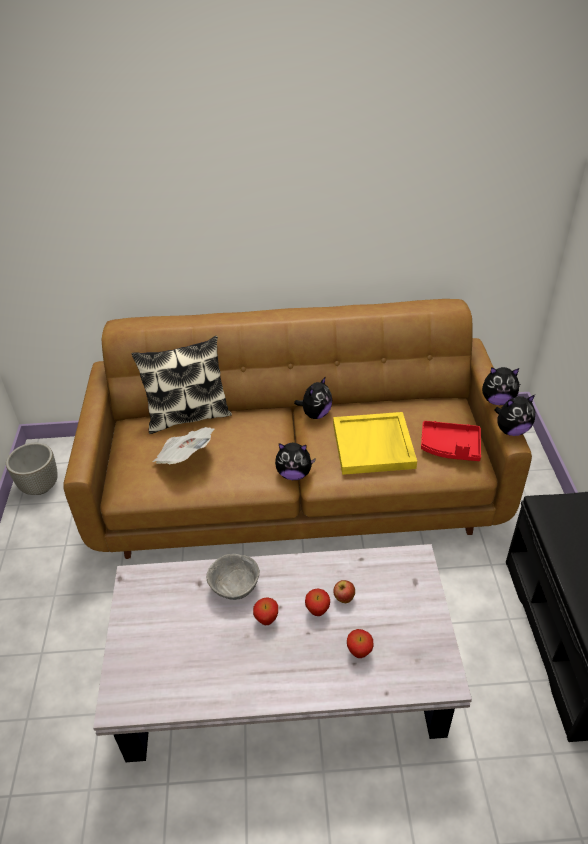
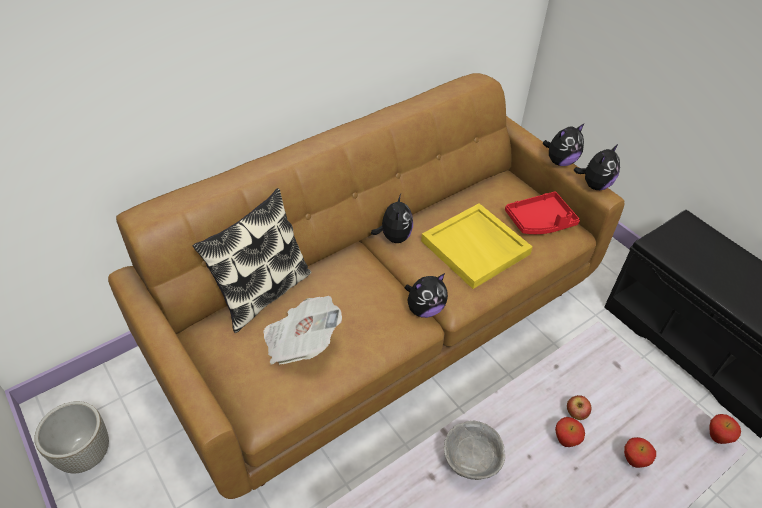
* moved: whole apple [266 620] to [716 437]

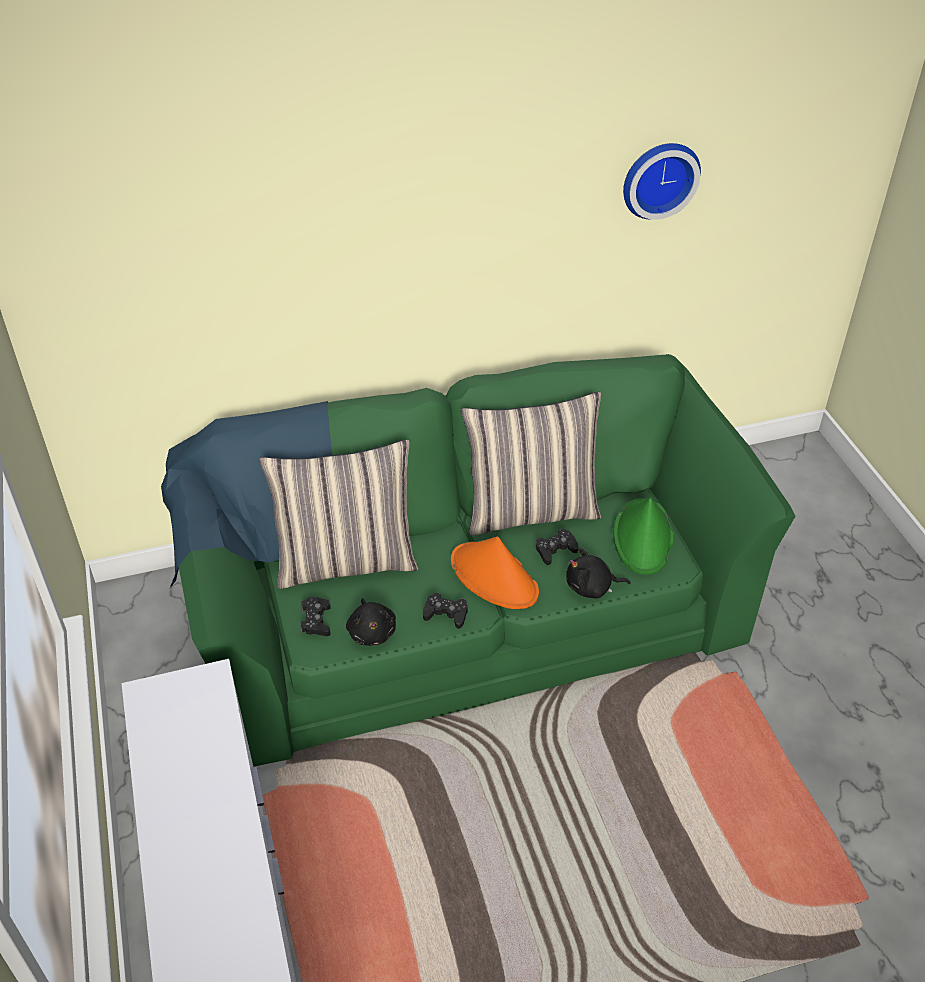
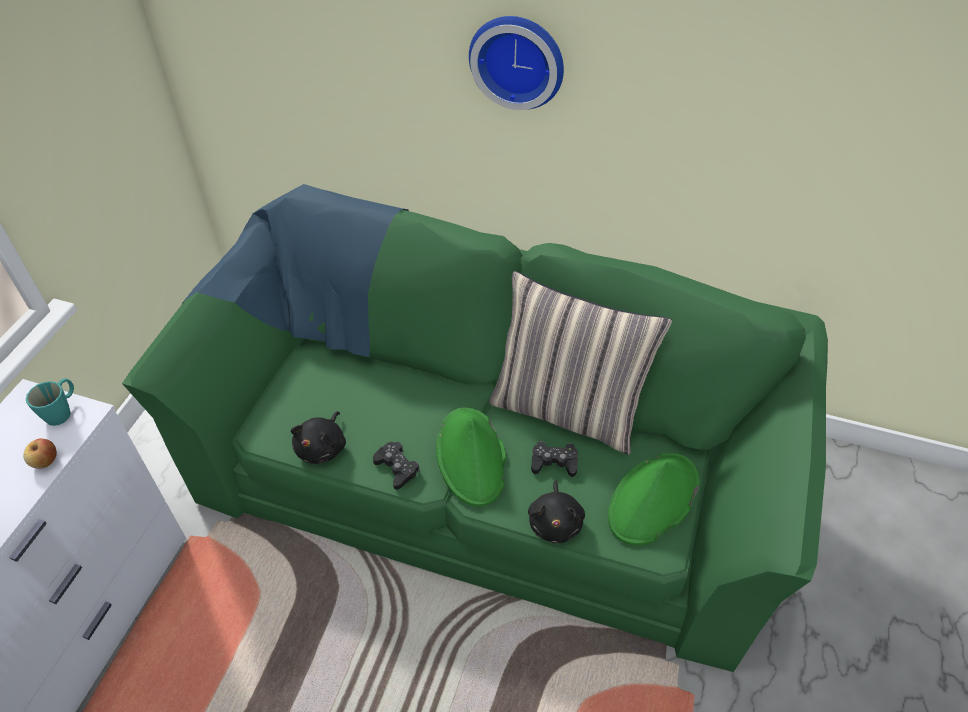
* removed: throw pillow [347 561]
* removed: black-coloured joypad [316 621]
* added: whole apple [45 461]
* added: turquoise-coloured tea mug [62 411]
* moved: hanging clock [658 178] to [518 60]
* recoloured: orangey wearable hat [494 577] to greenish wearable hat [471 457]
* turned: black-coloured plush toy [592 587] = [555 522] 120 degrees counterclockwise

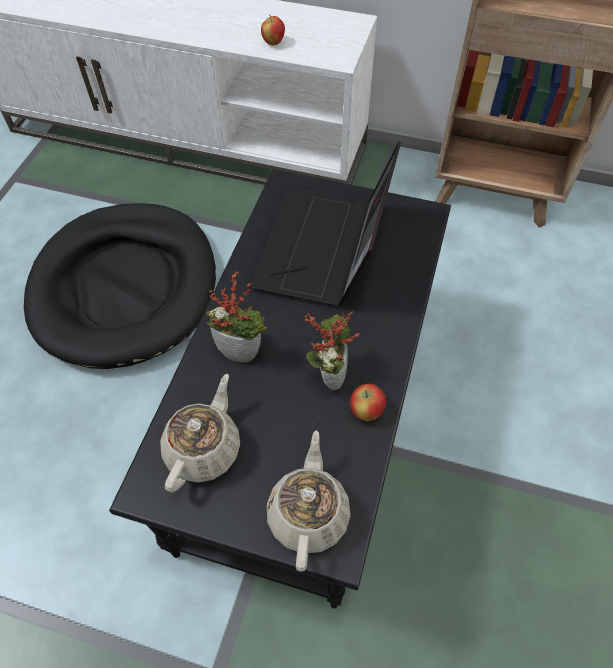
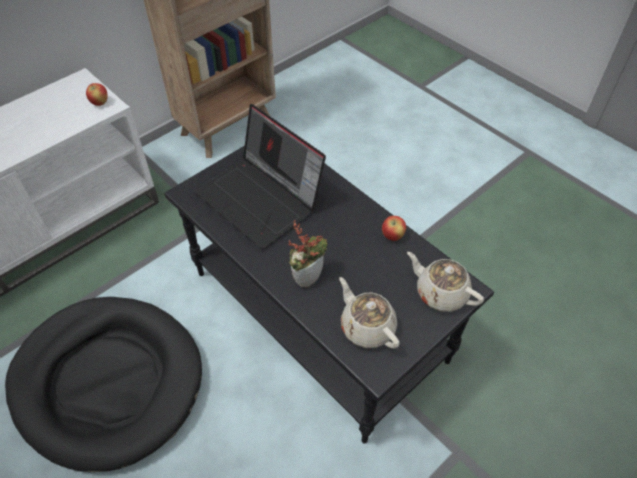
* removed: potted plant [329 373]
* moved: whole apple [273 43] to [100 103]

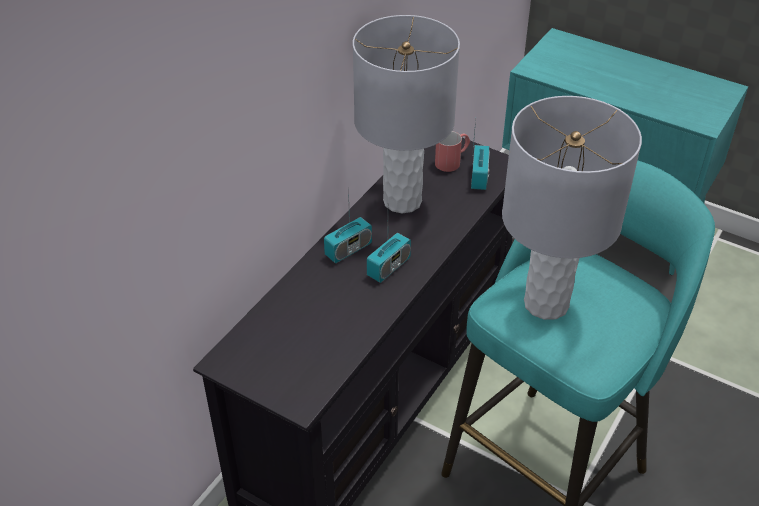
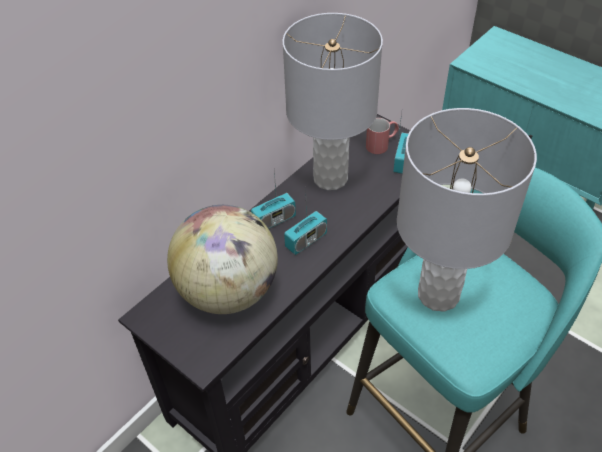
* added: world globe [229 291]

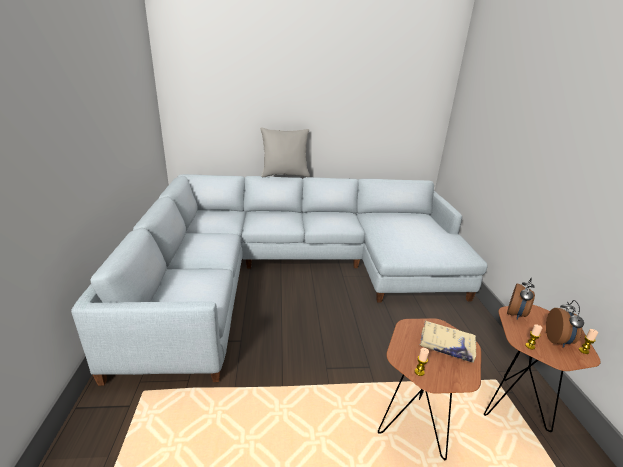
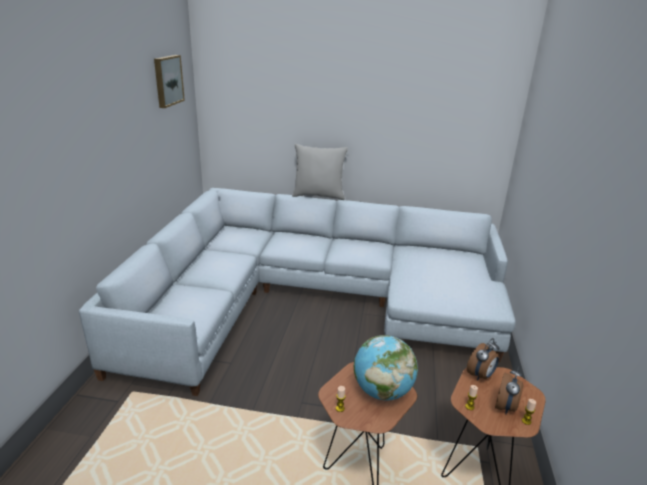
* added: picture [167 80]
* replaced: beige volume [446 346] to world globe [382 391]

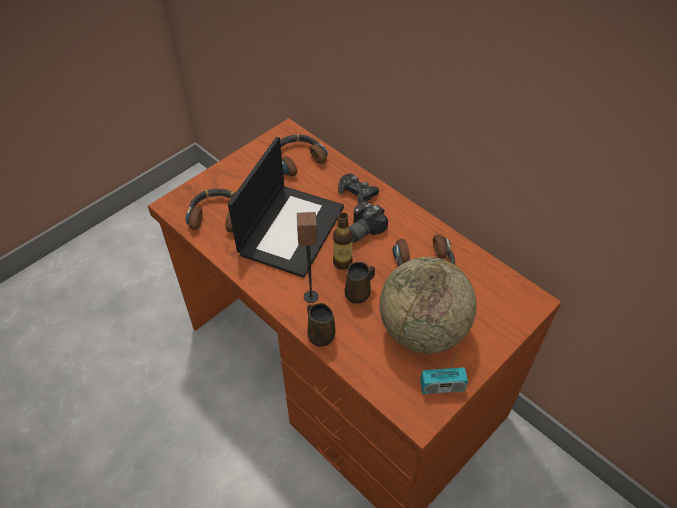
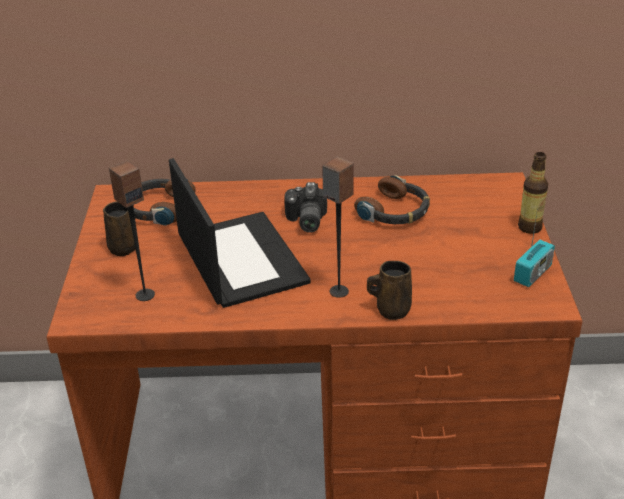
* removed: black-coloured joypad [357 192]
* removed: world globe [422 330]
* moved: beverage bottle [342 262] to [529 227]
* moved: brownish tea mug [358 294] to [124 247]
* replaced: headset [217 215] to speaker [145 295]

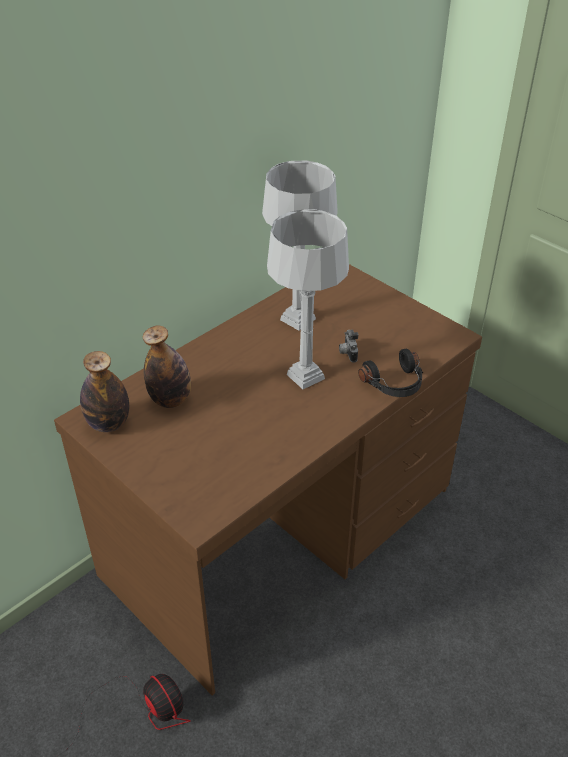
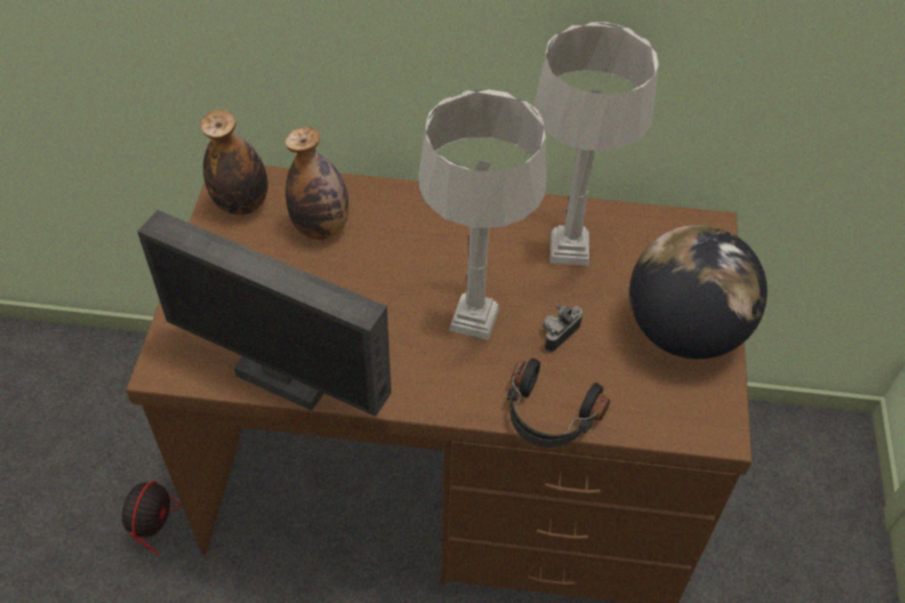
* added: monitor [283 379]
* added: world globe [684 331]

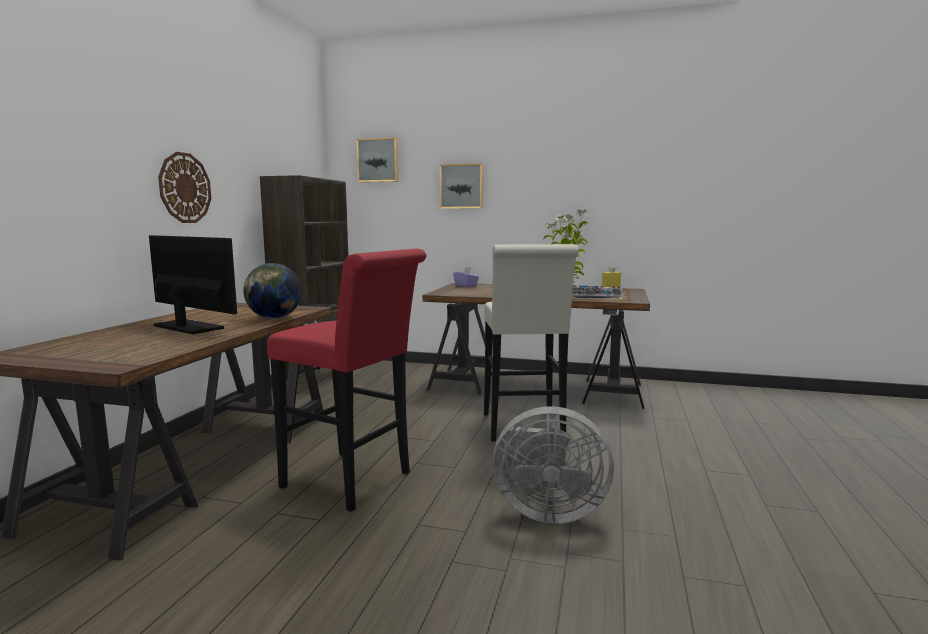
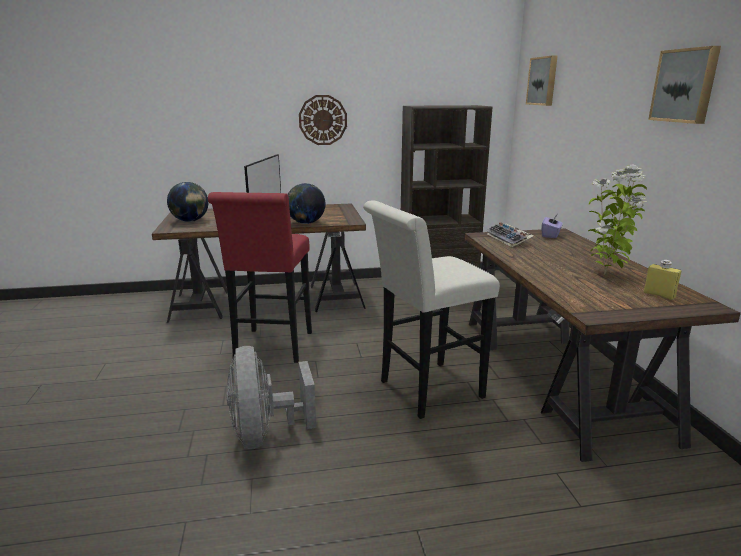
* added: world globe [190 221]
* moved: picture [461 186] to [685 85]
* moved: computer keyboard [596 297] to [509 239]

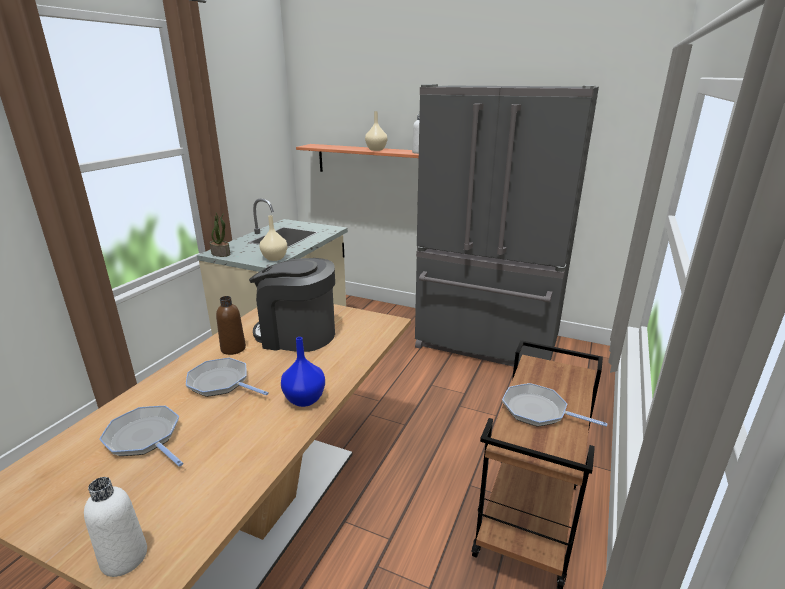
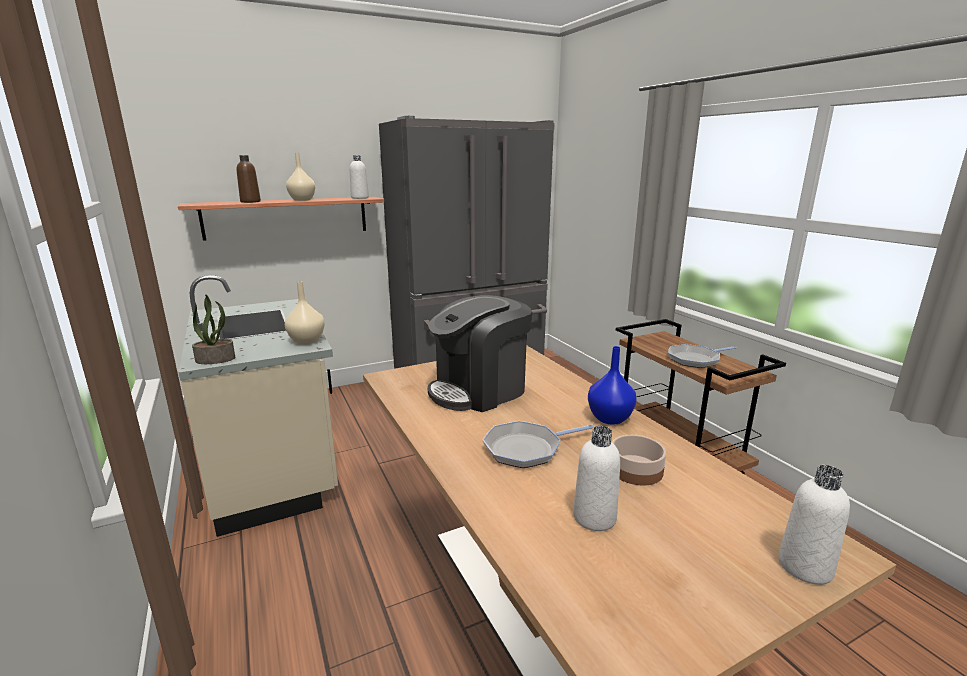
* added: serving bowl [634 469]
* moved: brownish beverage bottle [233 349] to [250 202]
* replaced: skillet [145 438] to white-coloured beverage bottle [594 517]

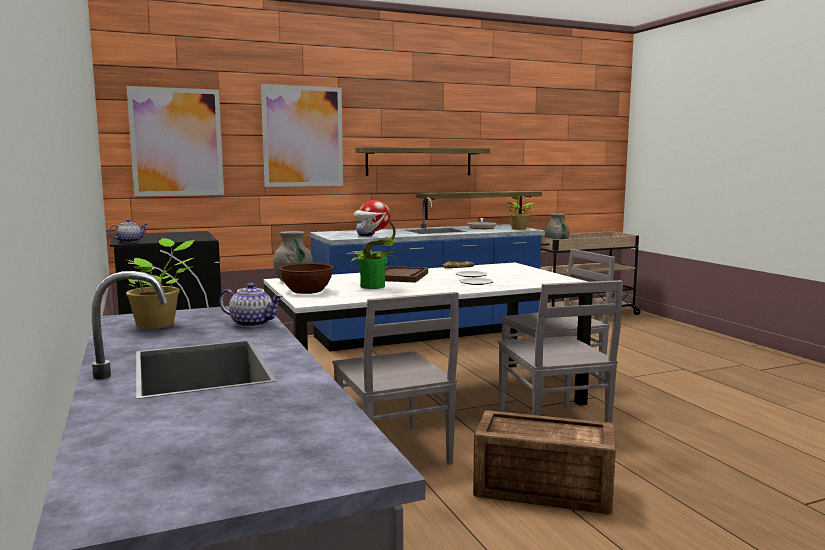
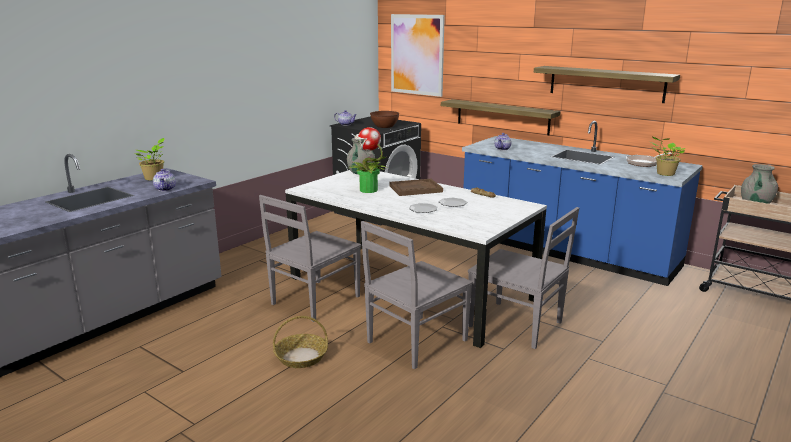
* removed: picture [303 136]
* moved: brownish serving bowl [307 291] to [384 126]
* moved: wall shelf [474 204] to [502 116]
* replaced: crate [541 488] to basket [301 357]

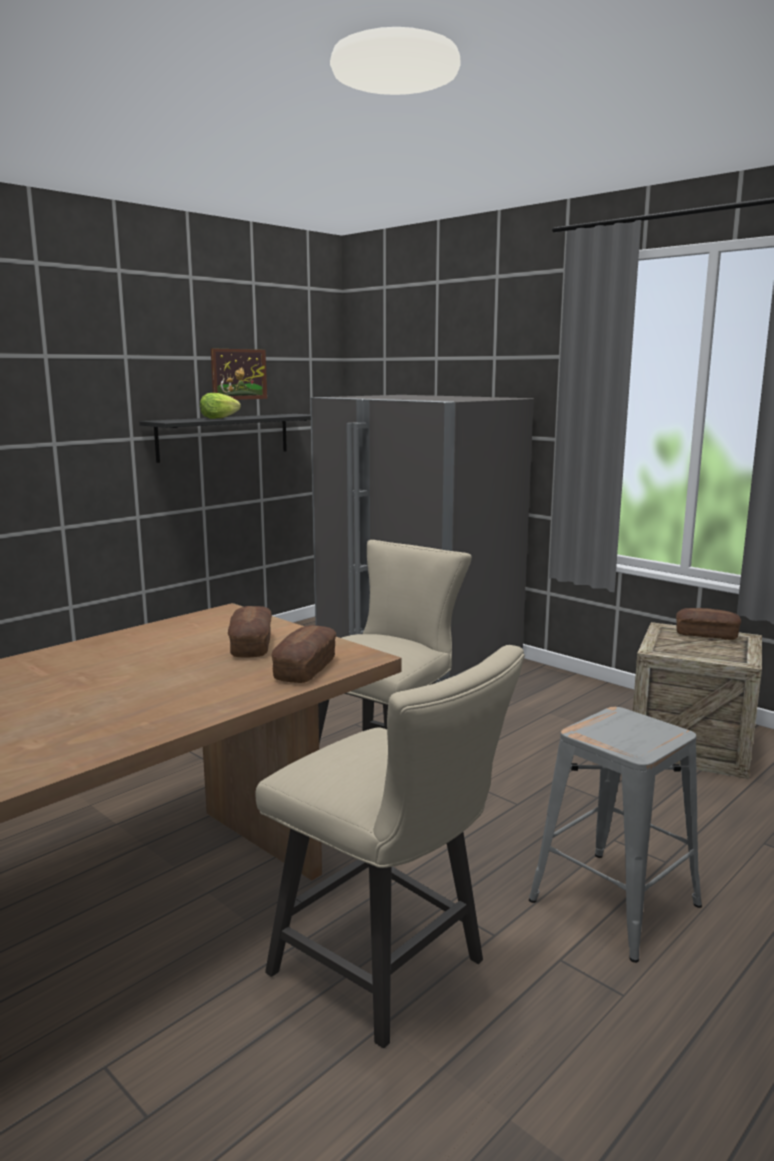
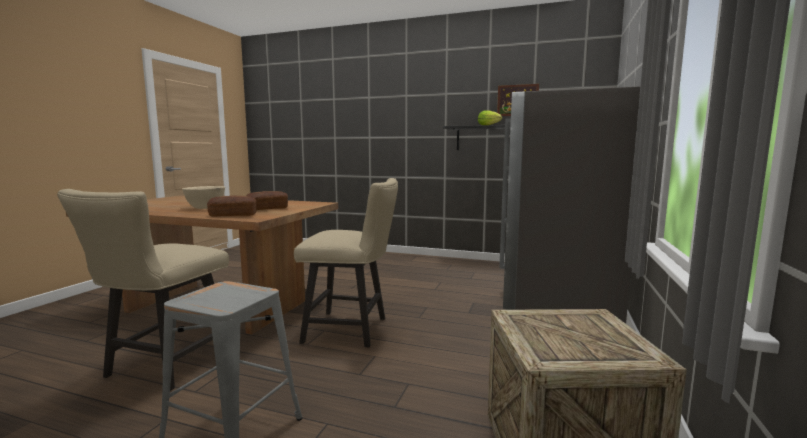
* removed: bread [706 635]
* added: beige serving bowl [205 208]

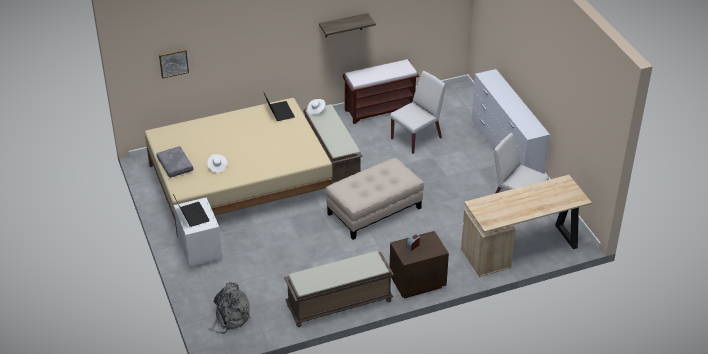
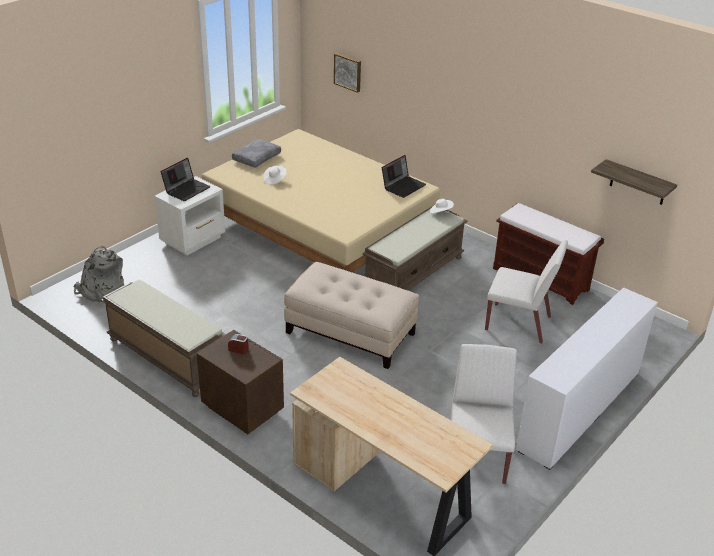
* moved: wall shelf [343 25] to [638 183]

